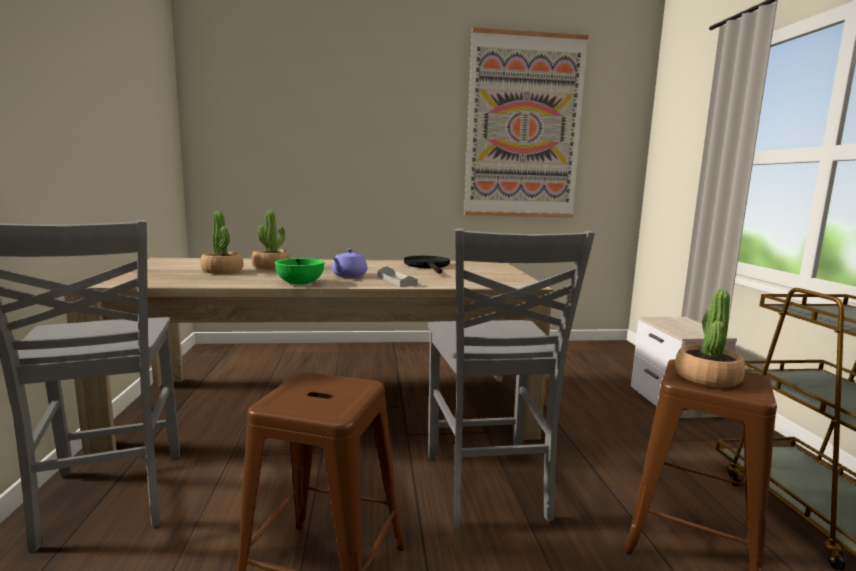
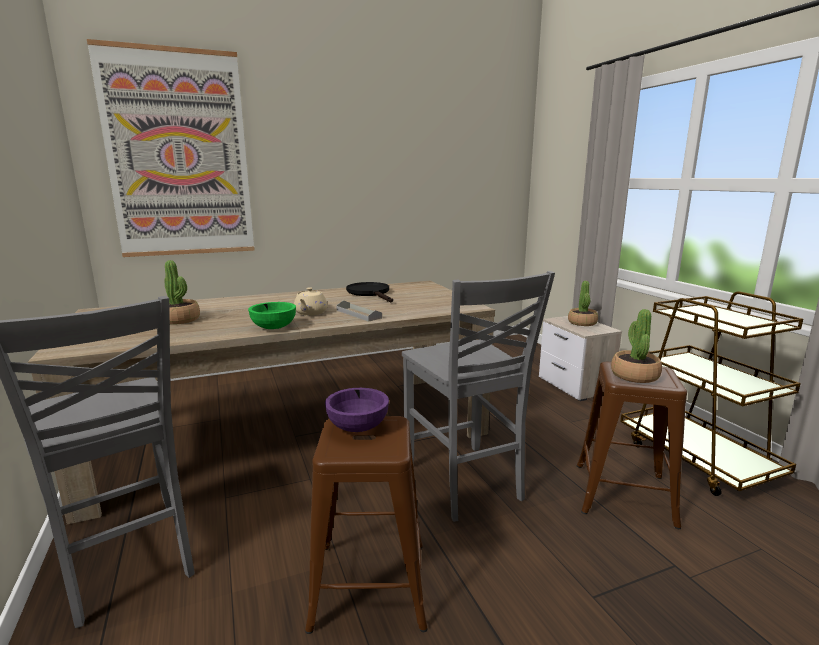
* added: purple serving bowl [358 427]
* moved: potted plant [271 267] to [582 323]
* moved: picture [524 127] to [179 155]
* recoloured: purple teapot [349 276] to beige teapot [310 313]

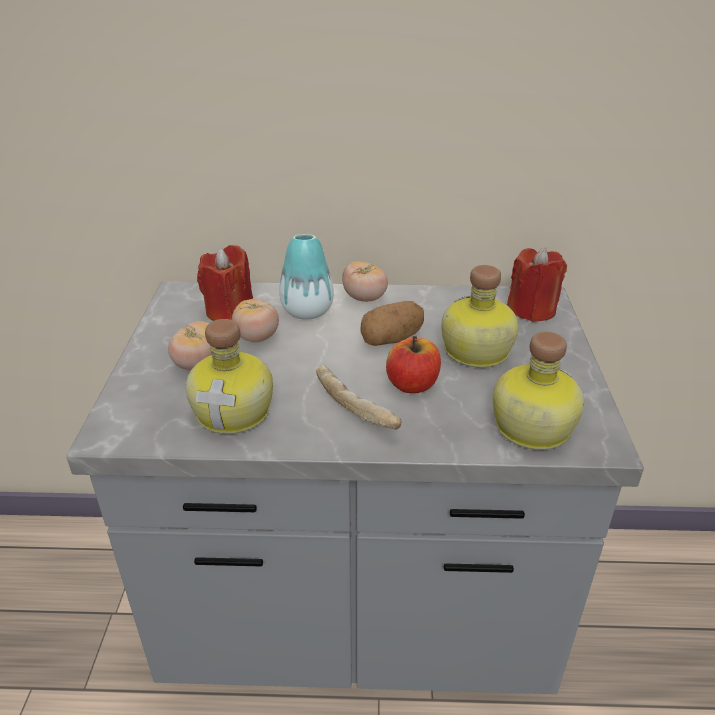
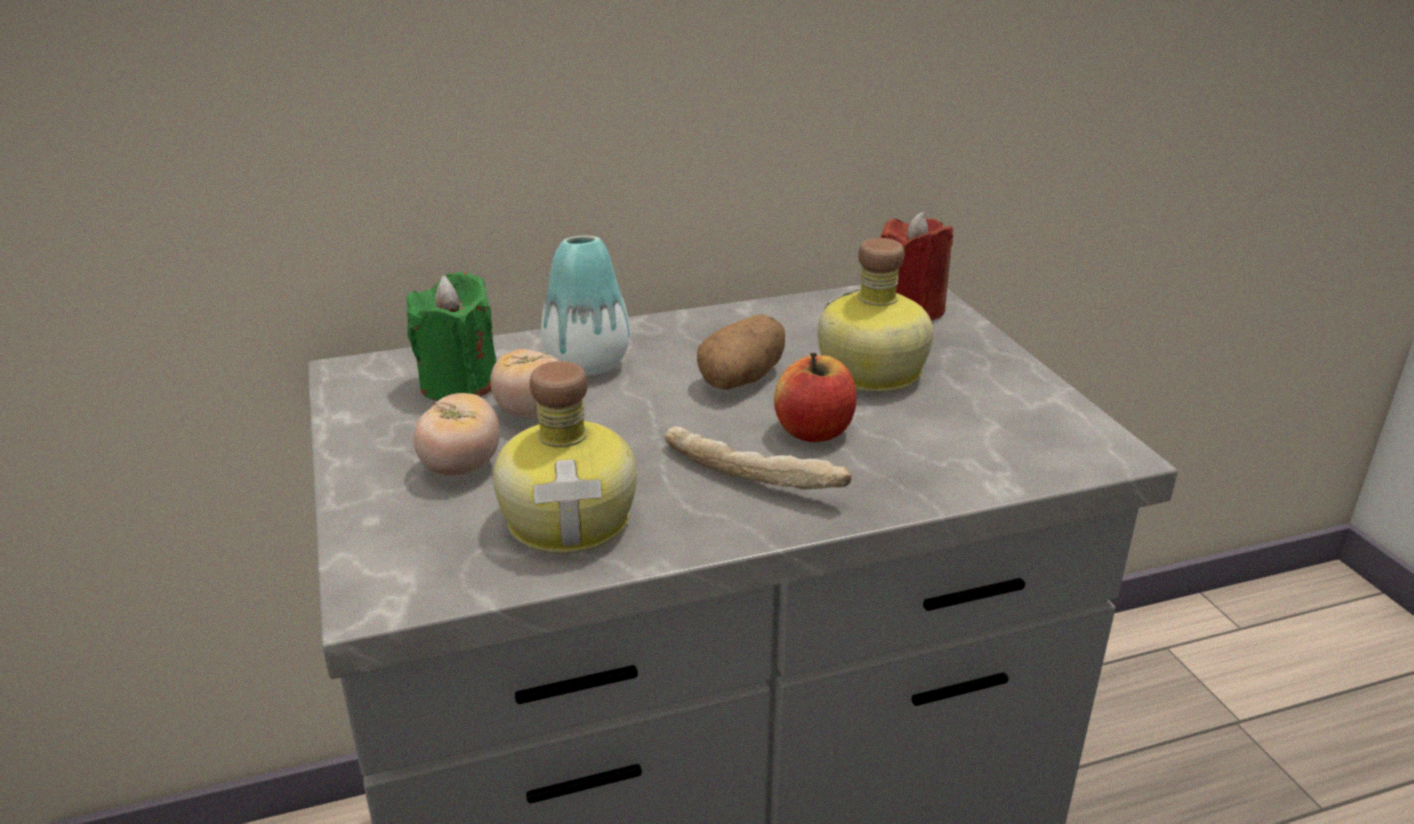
* removed: tomato [364 298]
* removed: beverage bottle [529 426]
* recoloured: red wax candle [229 311] to greenish wax candle [459 384]

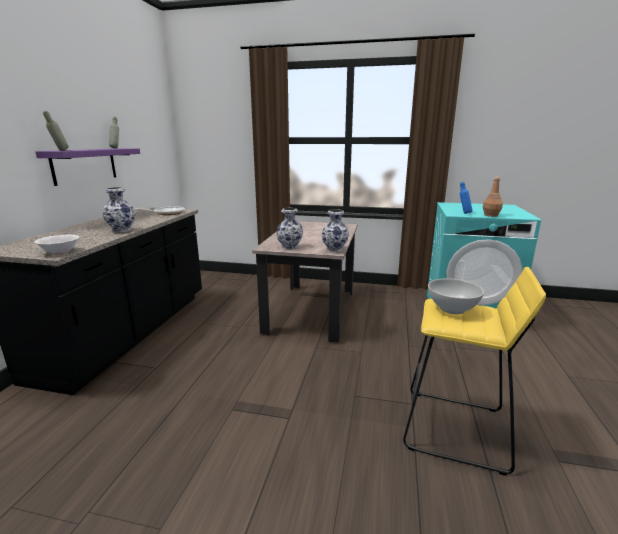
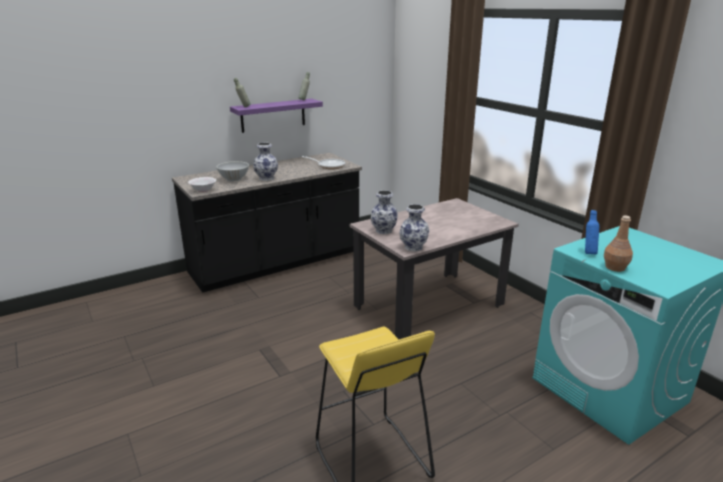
* moved: white-coloured serving bowl [452 309] to [234 179]

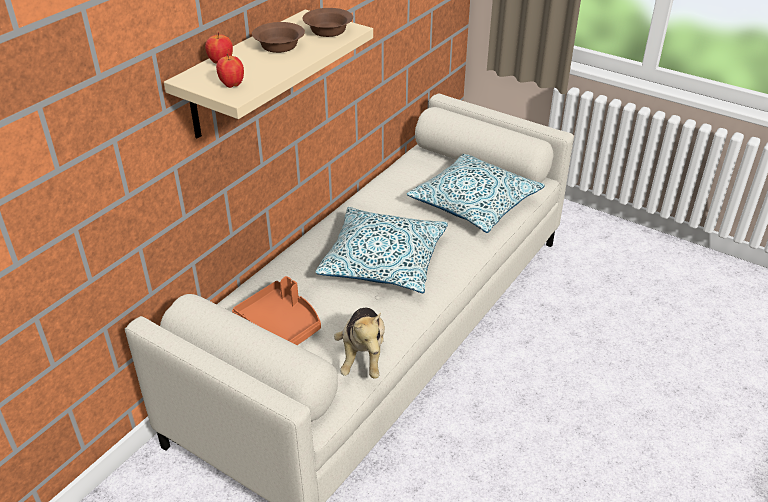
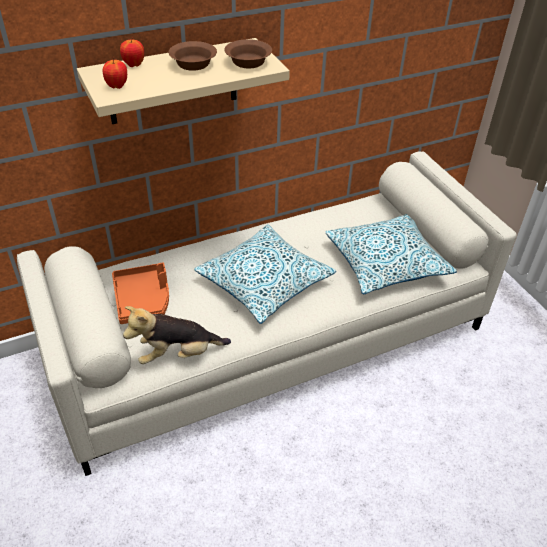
* turned: plush toy [363 356] = [178 354] 45 degrees clockwise

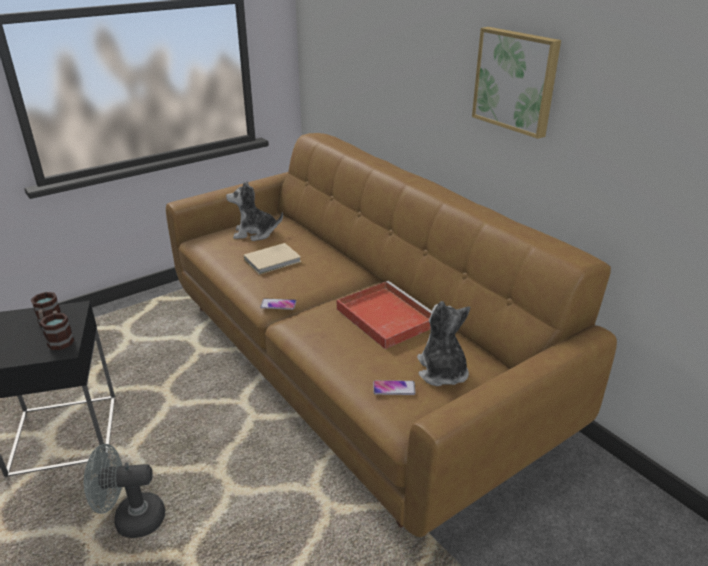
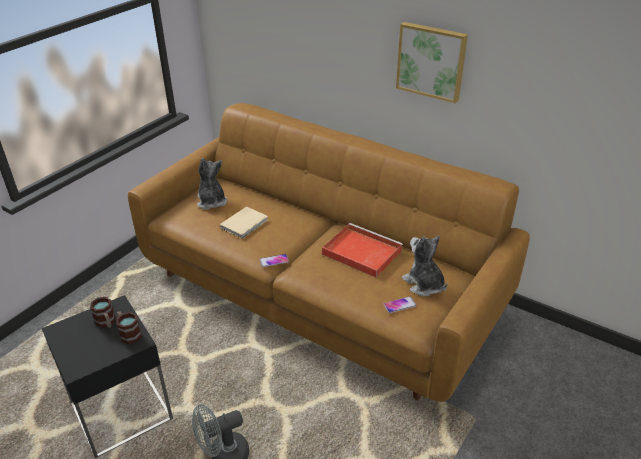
* turned: plush toy [255 233] = [212 202] 90 degrees clockwise

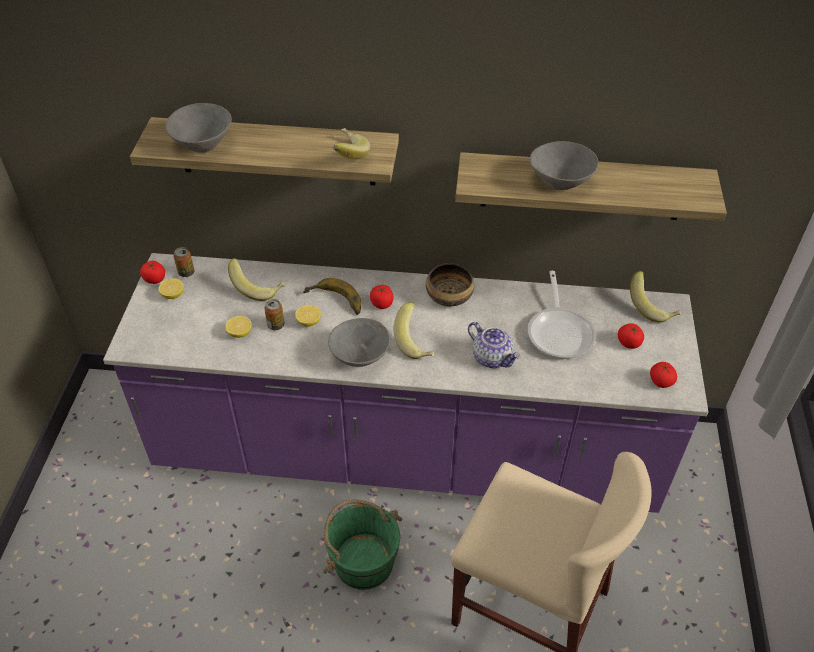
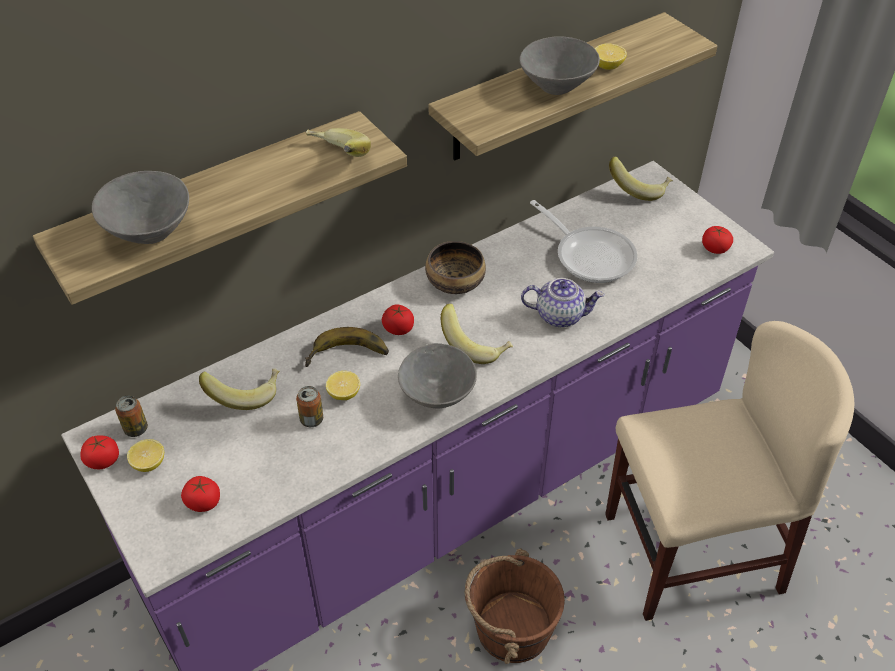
* moved: lemon [240 333] to [608 66]
* moved: tomato [629 343] to [203 502]
* recoloured: greenish bucket [363 561] to brownish bucket [511 628]

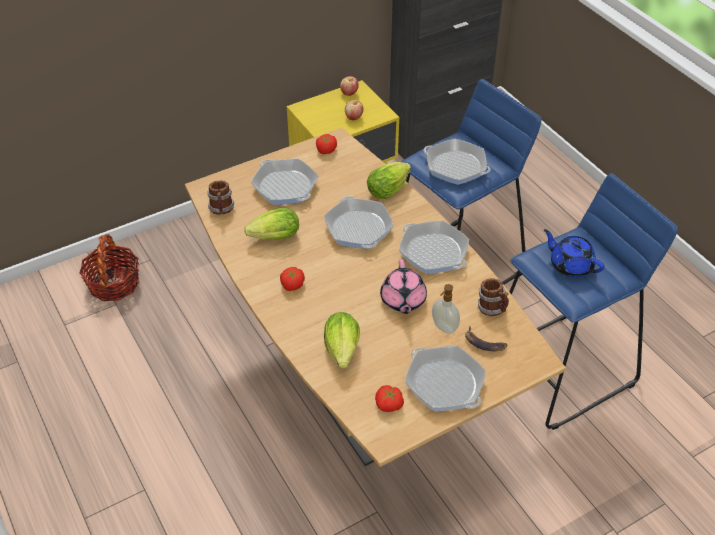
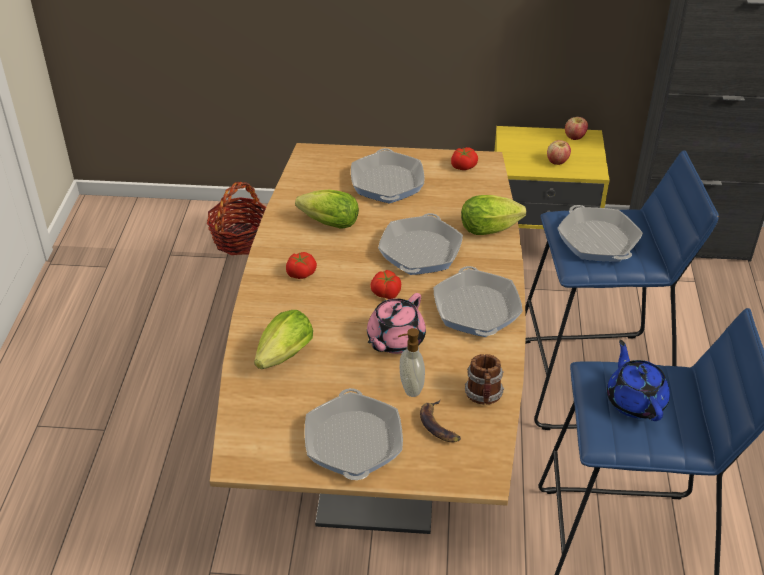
* removed: tea mug [222 210]
* moved: tomato [389 405] to [386 293]

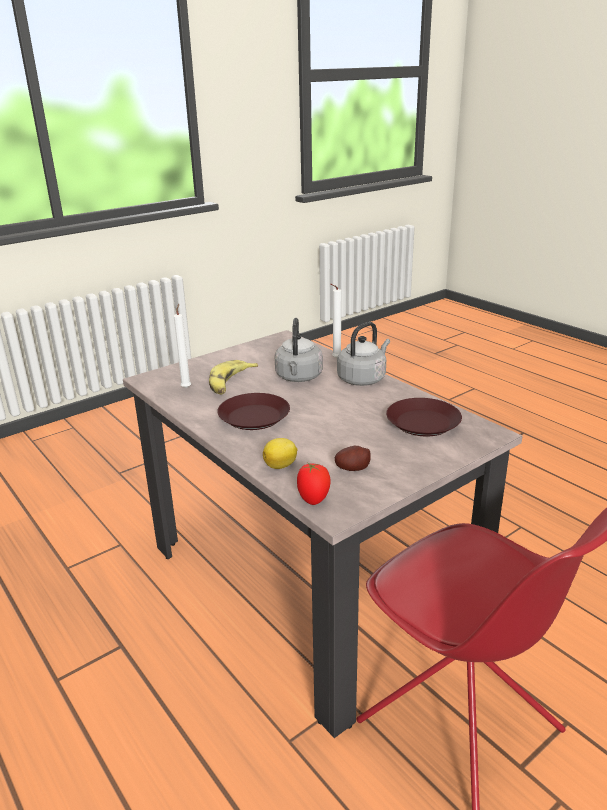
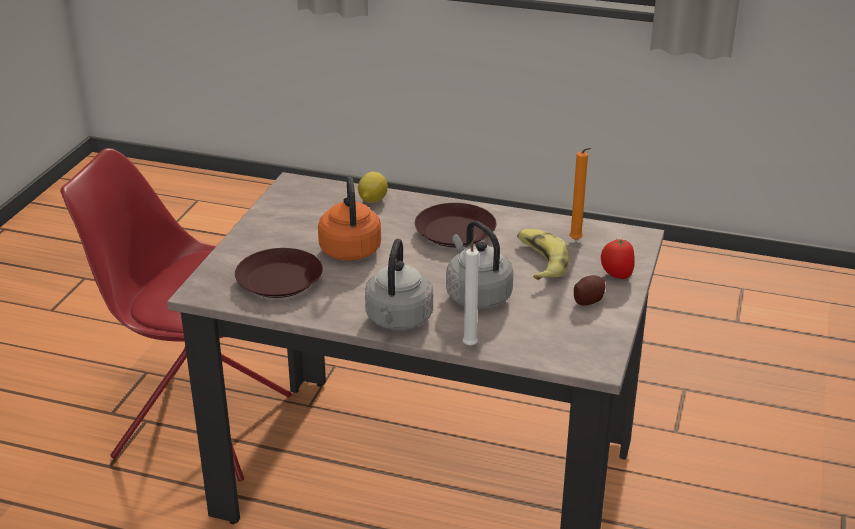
* added: orangey water kettle [350 248]
* moved: tomato [314 499] to [616 275]
* moved: potato [352 468] to [588 300]
* recoloured: white-coloured wax candle [186 387] to orangey wax candle [576 241]

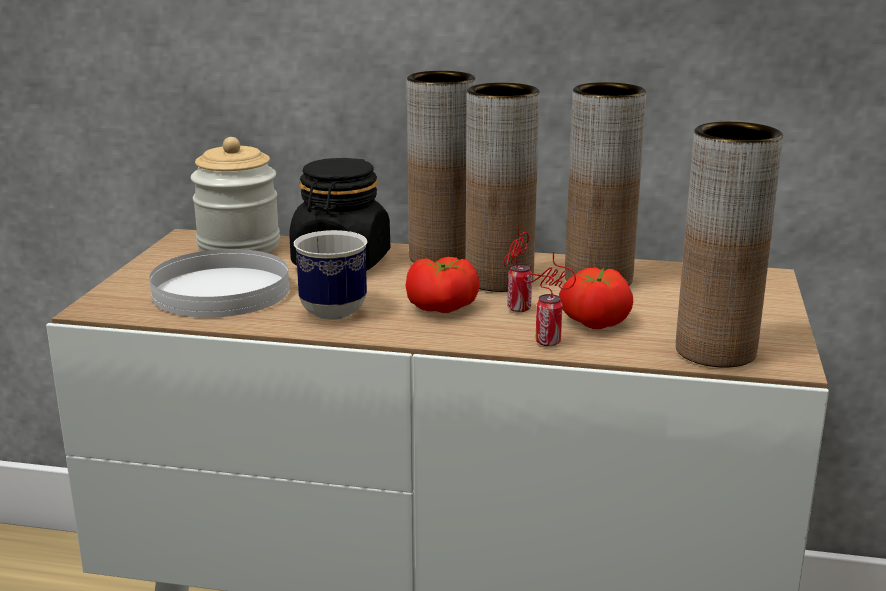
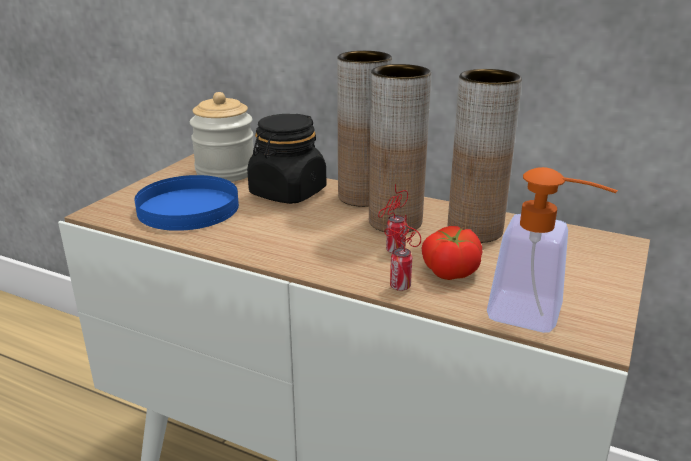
* removed: tea mug [337 307]
* removed: tomato [442 308]
* replaced: brownish vase [715 351] to soap dispenser [539 316]
* recoloured: white-coloured flat dish [220 291] to blue-coloured flat dish [187 208]

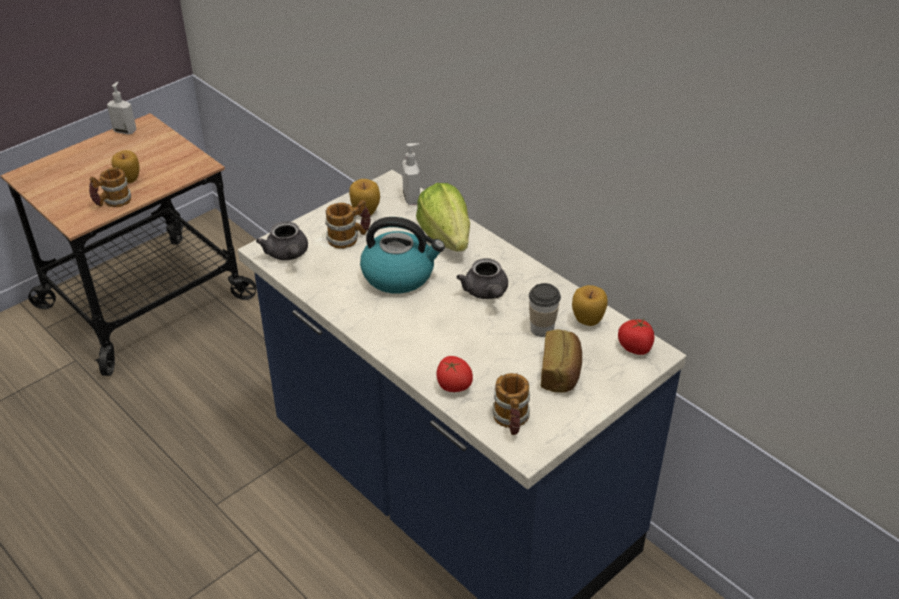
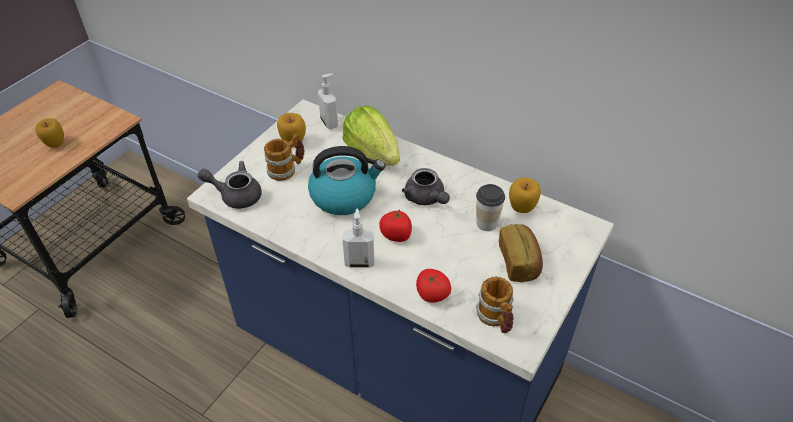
* removed: tea mug [112 202]
* moved: soap dispenser [125 131] to [359 262]
* moved: tomato [635 347] to [396 235]
* turned: greyish teapot [287 254] = [236 195] 135 degrees clockwise

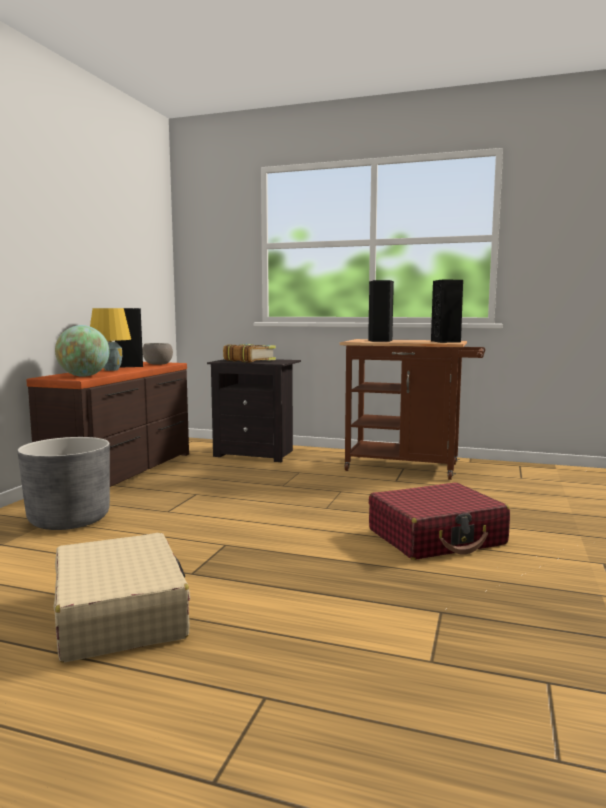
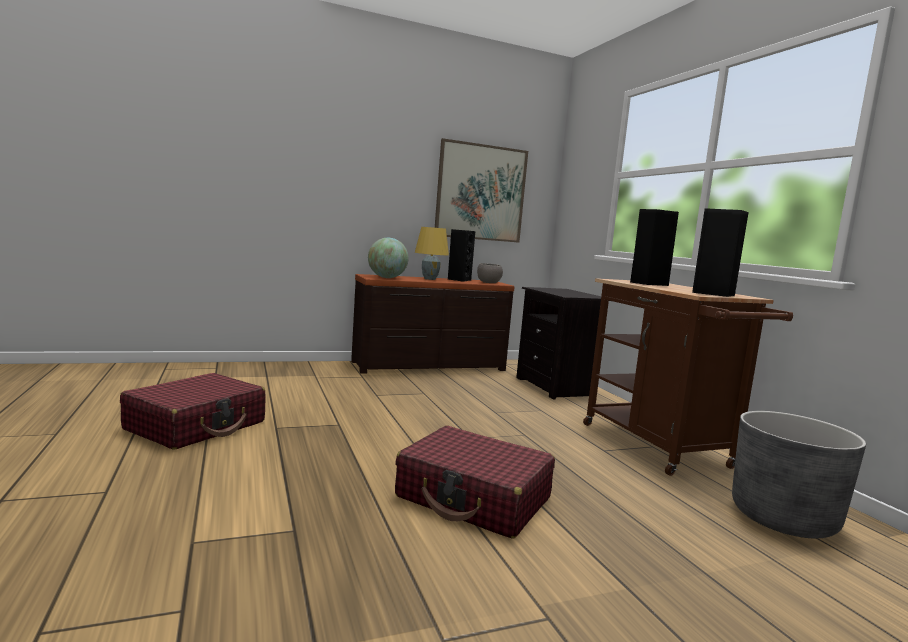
* removed: volume [249 360]
* added: picture [480 192]
* moved: greyish flower pot [69 519] to [783 518]
* recoloured: beige piece of luggage [120 614] to red piece of luggage [197 426]

